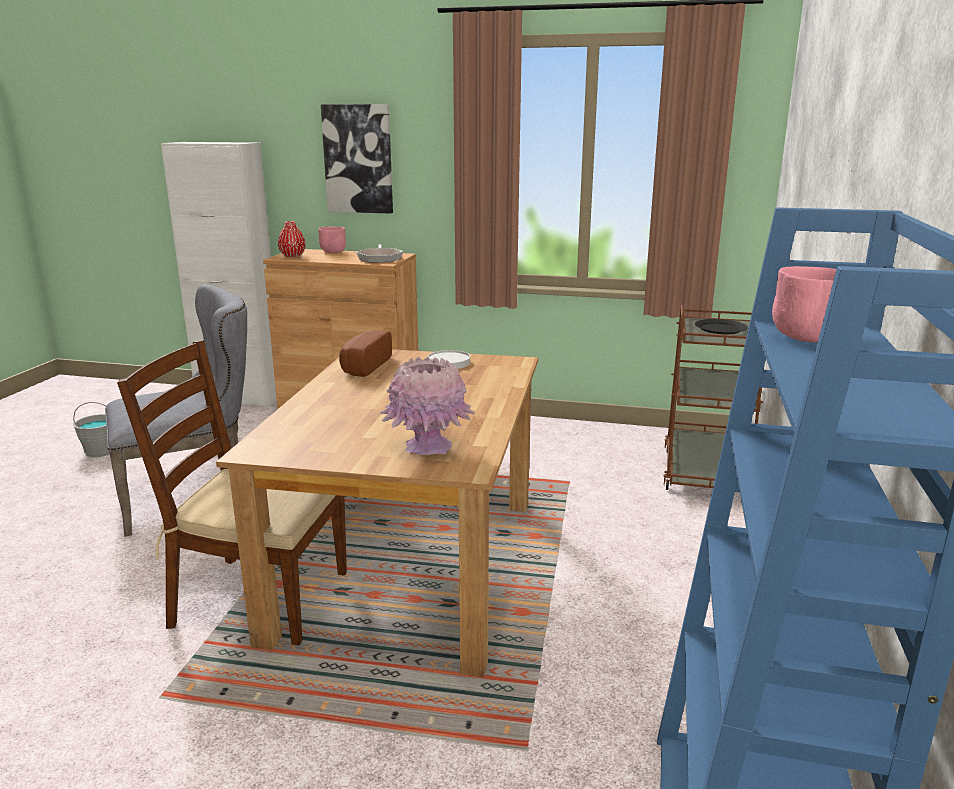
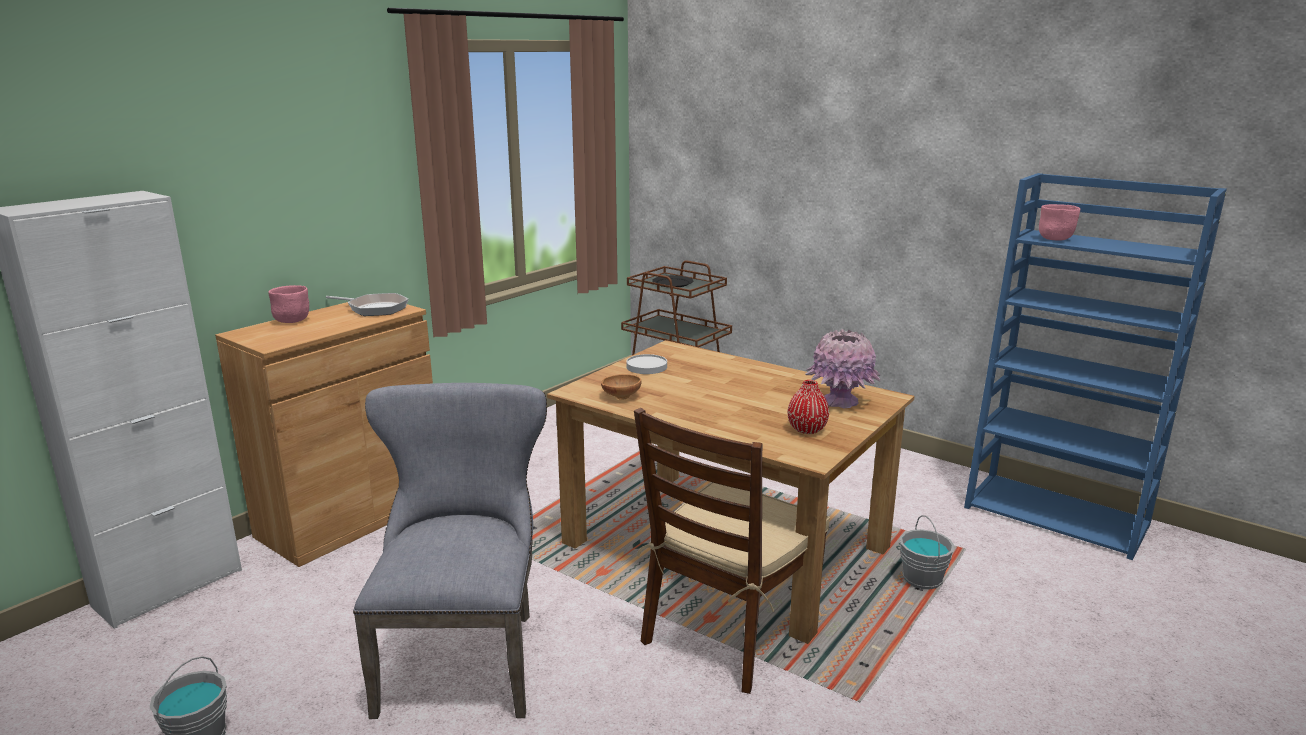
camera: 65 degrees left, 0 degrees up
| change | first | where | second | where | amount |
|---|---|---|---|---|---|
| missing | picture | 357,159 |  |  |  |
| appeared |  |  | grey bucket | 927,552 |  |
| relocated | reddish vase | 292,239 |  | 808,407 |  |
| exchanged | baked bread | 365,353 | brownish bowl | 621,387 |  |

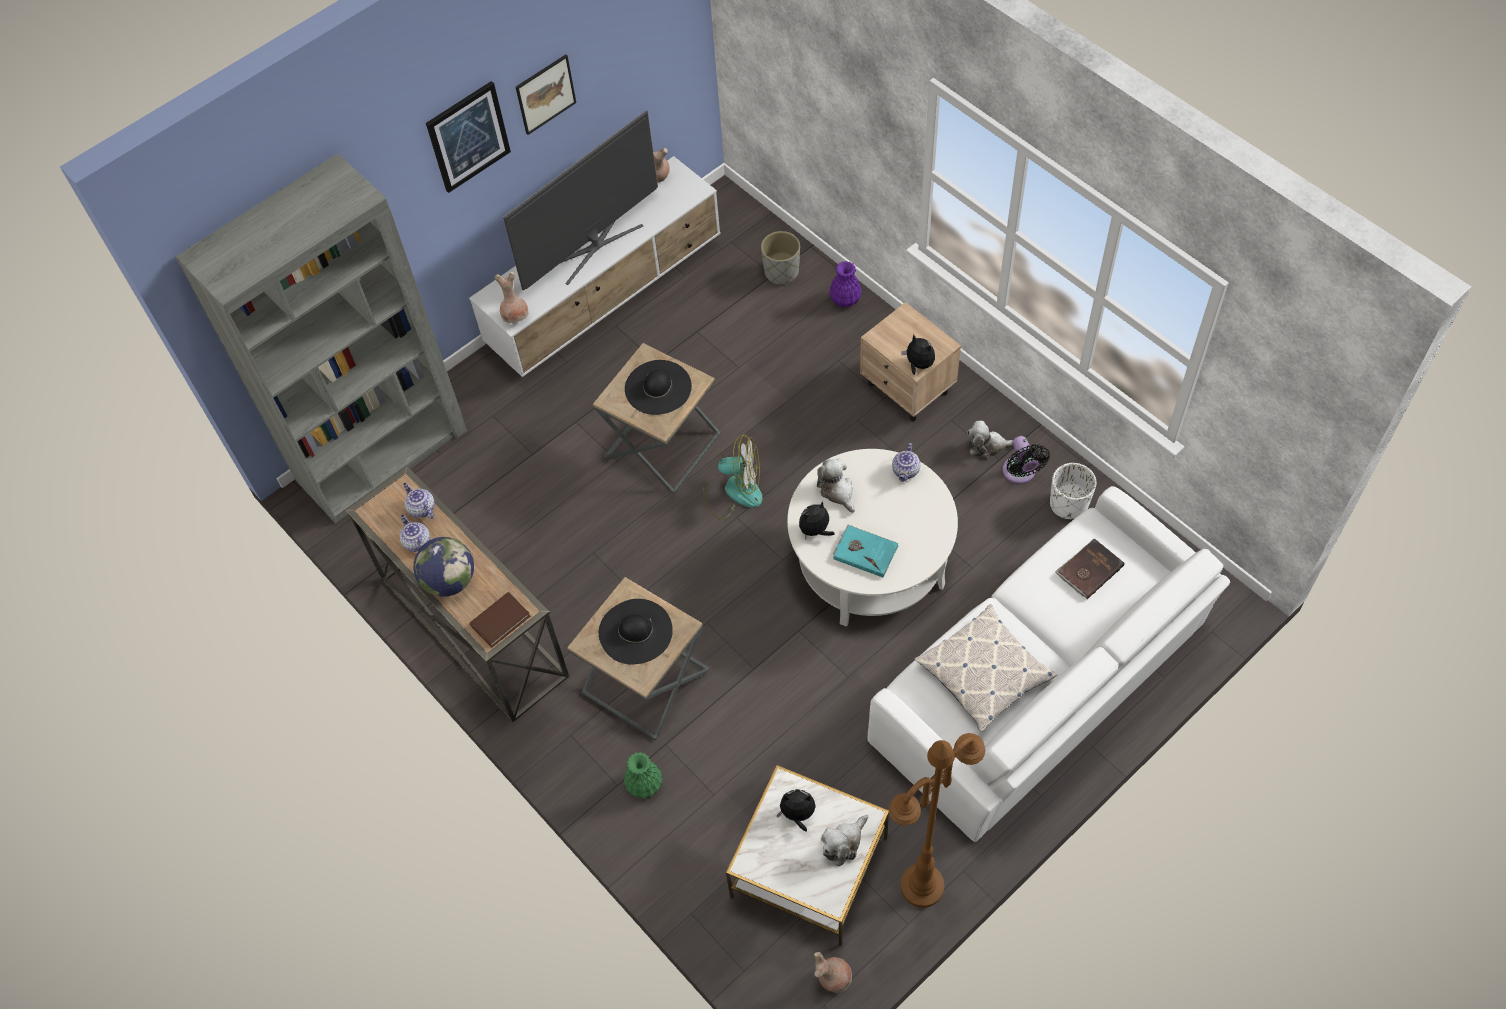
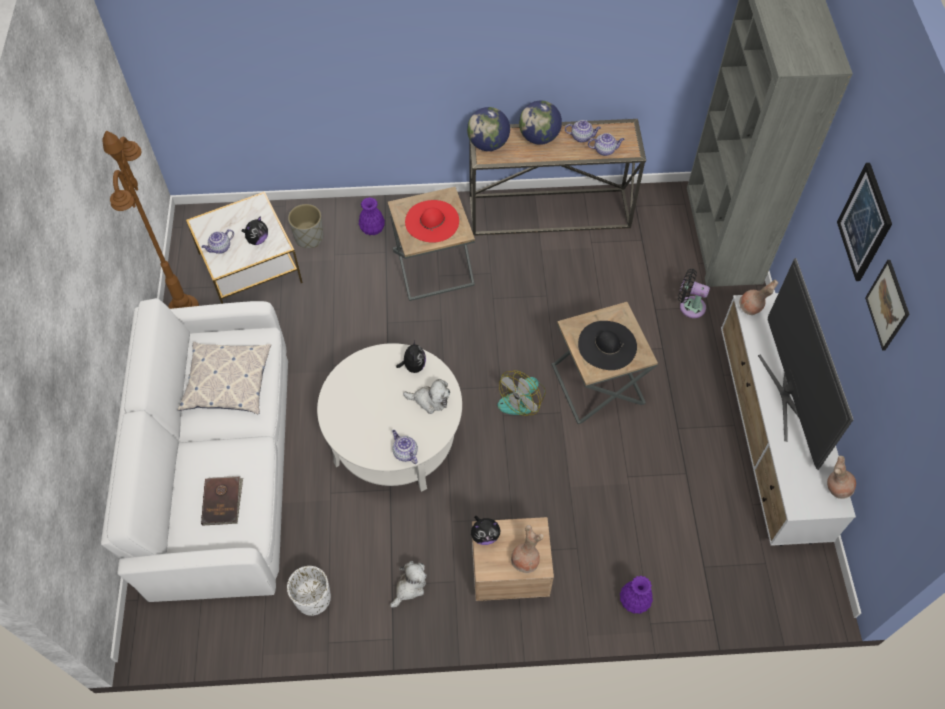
camera: 125 degrees right, 0 degrees up
| change | first | where | second | where | amount |
|---|---|---|---|---|---|
| missing | blue-green volume | 866,551 |  |  |  |
| relocated | grey flower pot | 780,258 |  | 305,226 |  |
| relocated | brownish vase | 833,972 |  | 527,549 |  |
| relocated | black-coloured fan | 1026,460 |  | 694,293 |  |
| exchanged | brownish volume | 499,620 | globe | 488,129 |  |
| exchanged | cuddly toy | 844,840 | tea pot | 218,241 |  |
| colour | black-coloured hat | 636,631 | reddish hat | 432,221 |  |
| colour | greenish vase | 643,775 | purple-coloured vase | 372,216 |  |

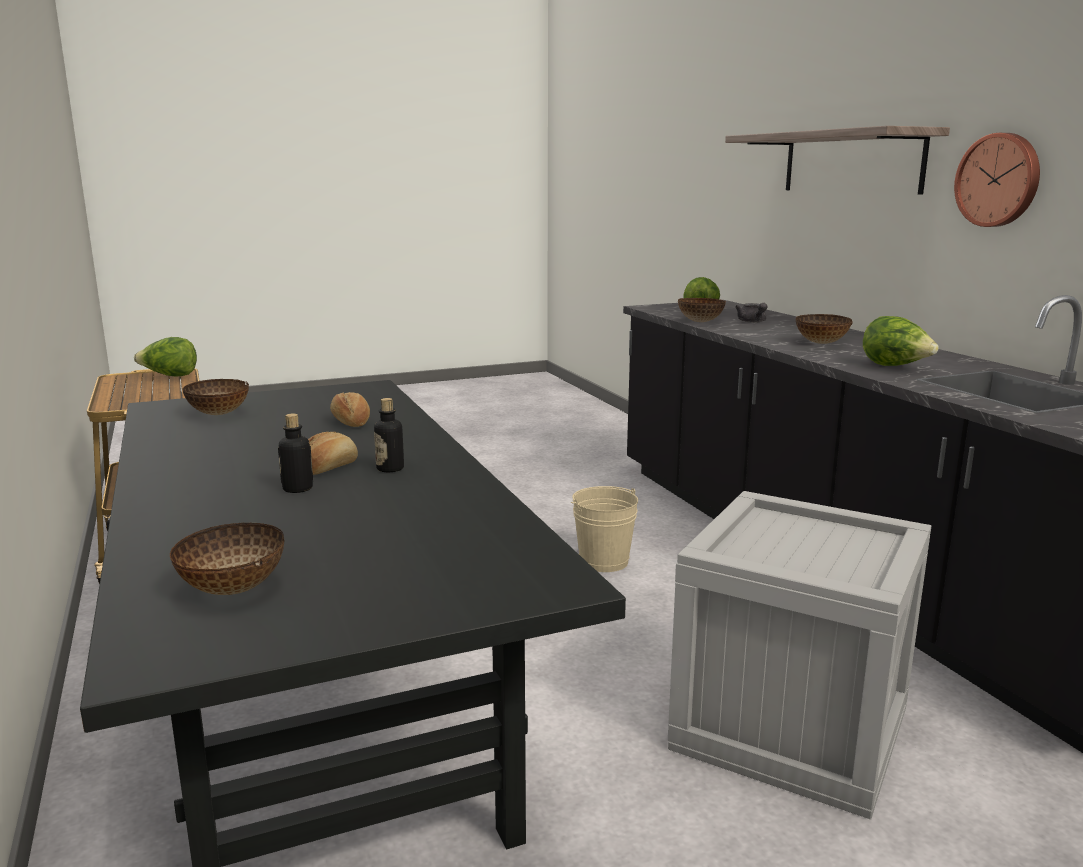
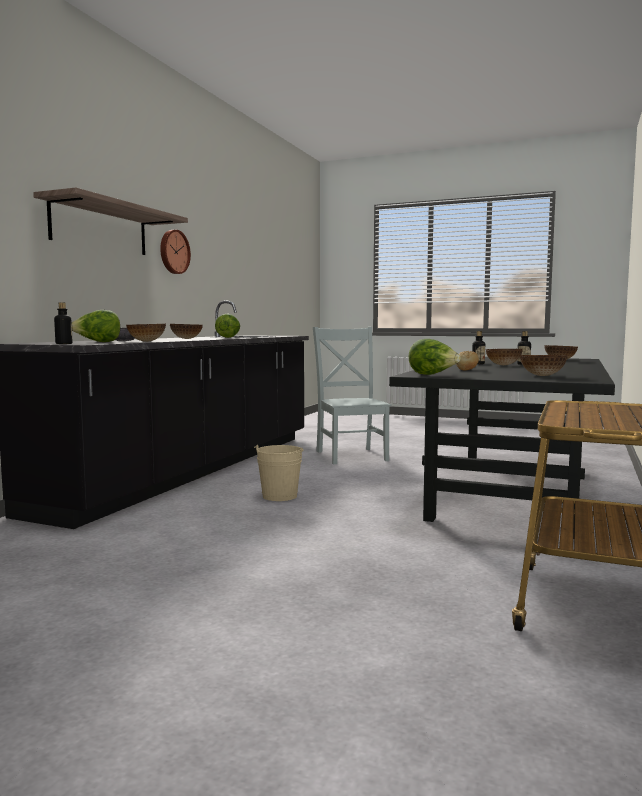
camera: 135 degrees left, 10 degrees down
| change | first | where | second | where | amount |
|---|---|---|---|---|---|
| appeared |  |  | bottle | 63,323 |  |
| relocated | lettuce | 165,357 |  | 435,357 |  |
| exchanged | baked bread | 333,453 | bowl | 504,357 |  |
| exchanged | packing crate | 800,655 | grey plain chair | 352,395 |  |

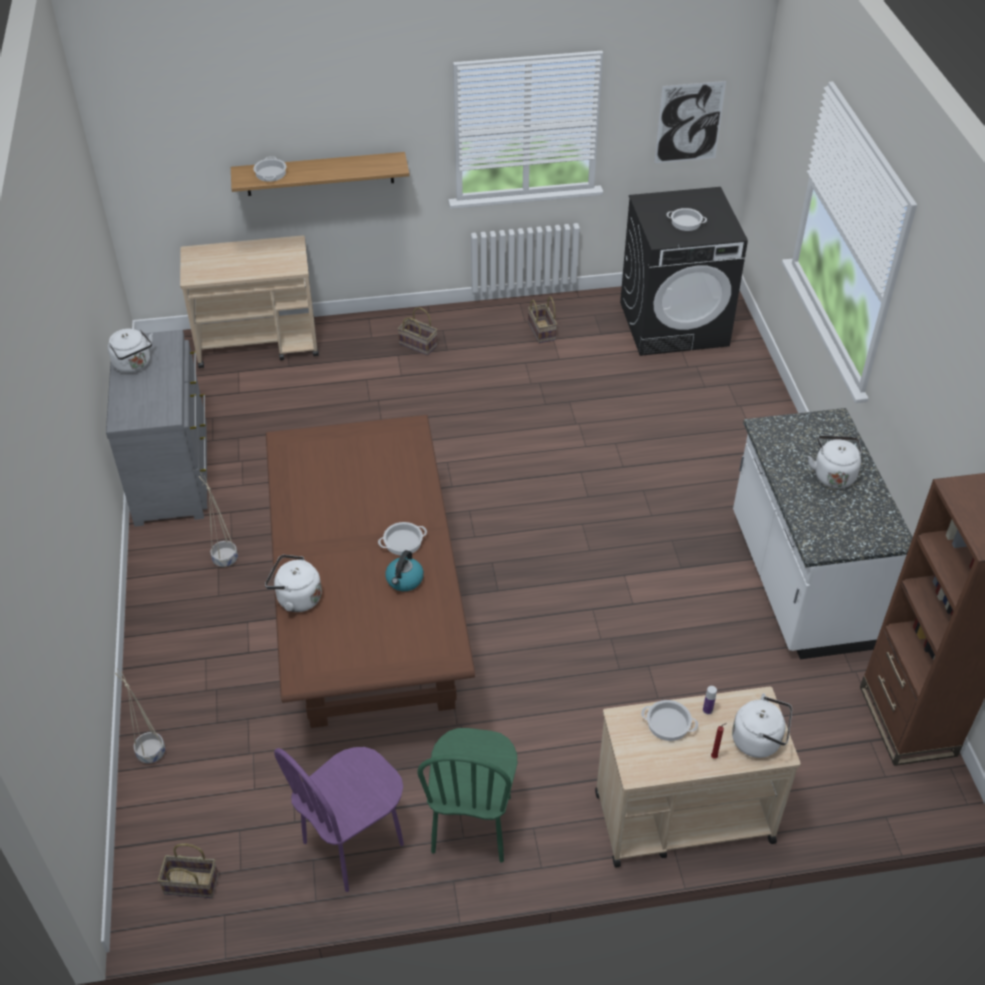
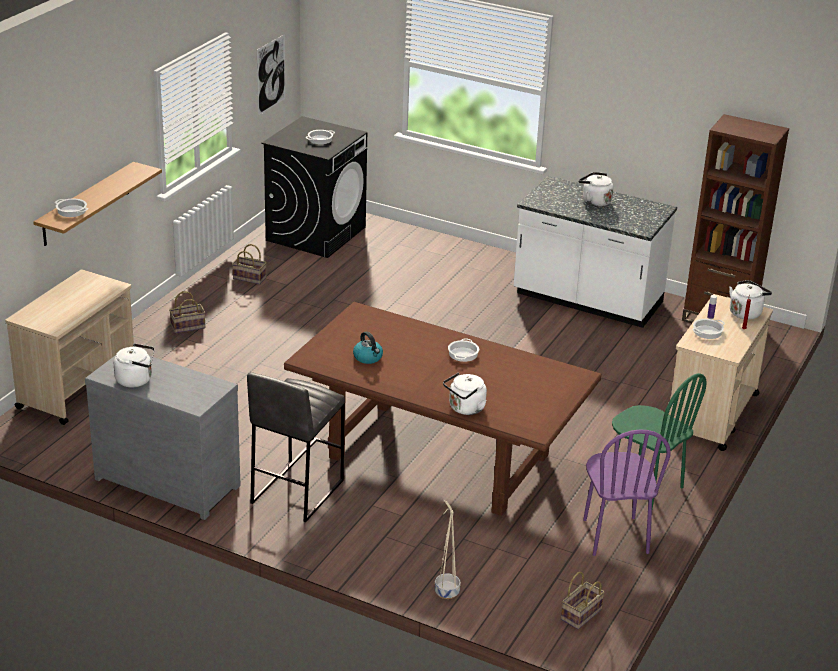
camera: 55 degrees left, 15 degrees down
| change | first | where | second | where | amount |
|---|---|---|---|---|---|
| relocated | tea kettle | 404,570 |  | 368,347 |  |
| exchanged | sand-coloured flower pot | 218,519 | grey stool seat | 296,447 |  |

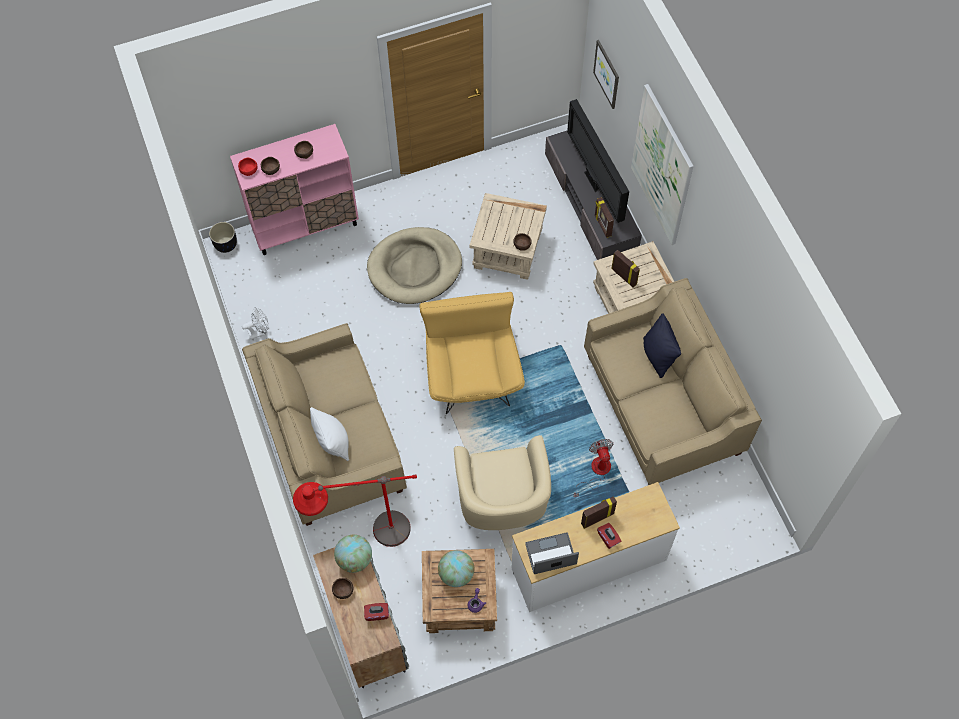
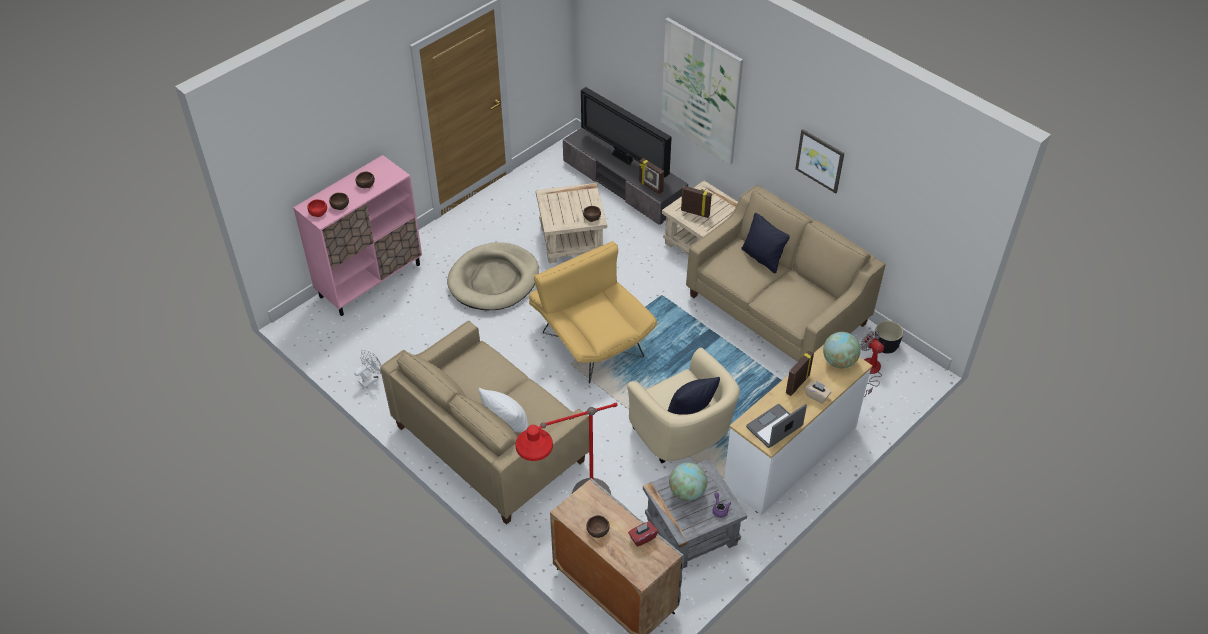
camera: 25 degrees left, 15 degrees down
| change | first | where | second | where | amount |
|---|---|---|---|---|---|
| appeared |  |  | black-coloured cushion | 694,396 |  |
| relocated | black-coloured flower pot | 223,237 |  | 888,337 |  |
| relocated | globe | 353,554 |  | 842,350 |  |
| relocated | fan | 594,468 |  | 872,364 |  |
| relocated | picture | 606,74 |  | 819,161 |  |
| colour | brownish side table | 459,591 | grey side table | 695,513 |  |
| colour | reddish tissue box | 609,536 | sand-coloured tissue box | 818,392 |  |

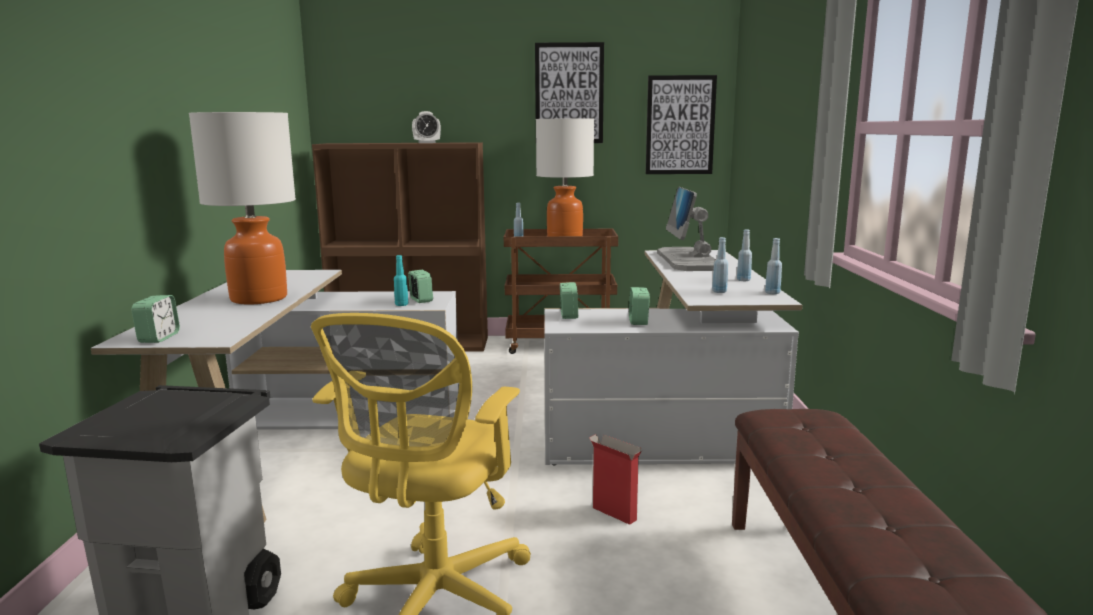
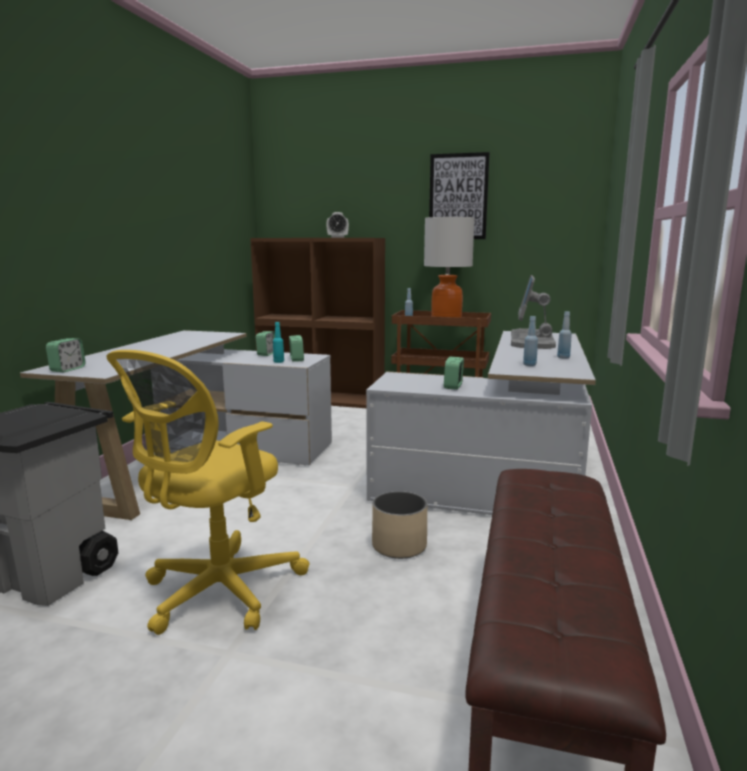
camera: 15 degrees right, 0 degrees up
| change | first | where | second | where | amount |
|---|---|---|---|---|---|
| missing | lamp for a table | 242,208 |  |  |  |
| missing | picture | 681,124 |  |  |  |
| missing | blue-coloured bottle | 773,266 |  |  |  |
| relocated | alarm clock | 569,300 |  | 265,343 |  |
| exchanged | packing box | 615,479 | sand-coloured flower pot | 399,525 |  |

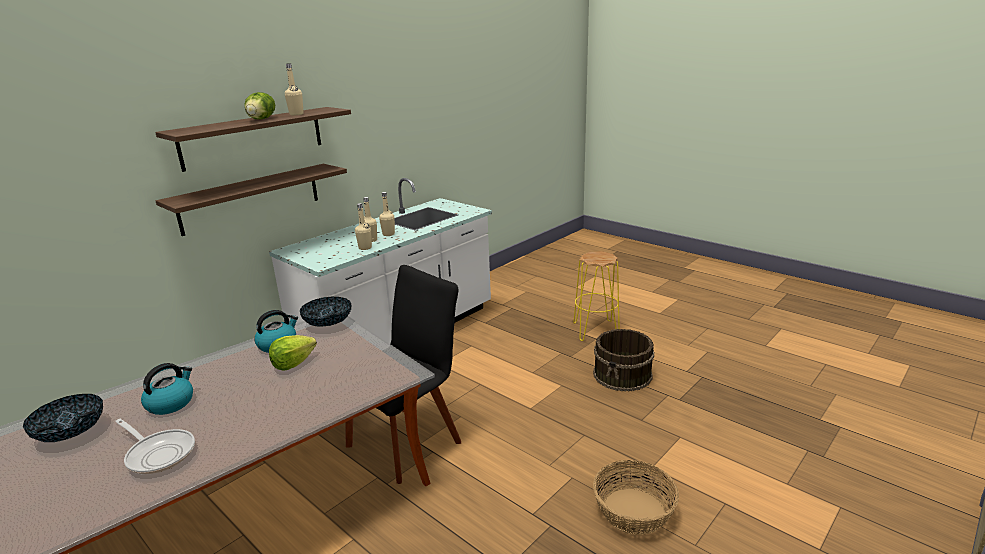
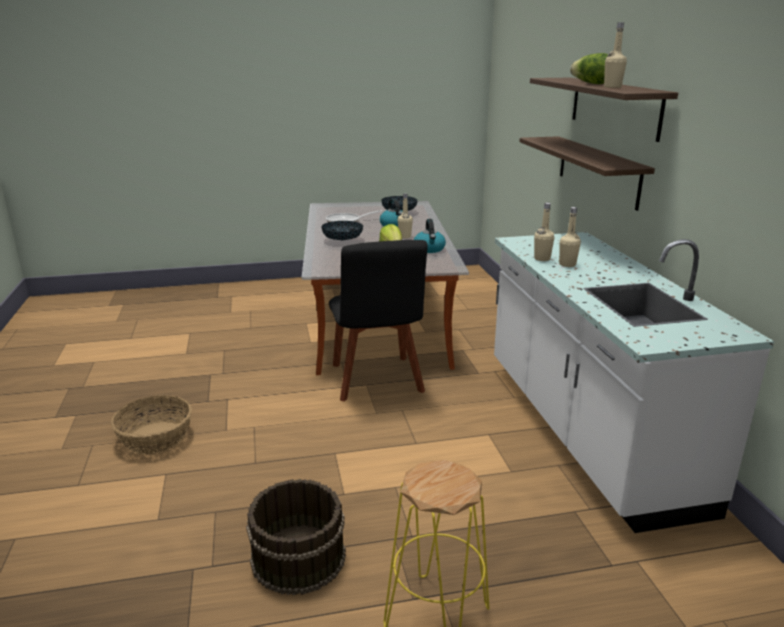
camera: 125 degrees right, 0 degrees up
| change | first | where | second | where | amount |
|---|---|---|---|---|---|
| relocated | bowl | 325,312 |  | 342,230 |  |
| relocated | sand-coloured bottle | 387,214 |  | 405,216 |  |

